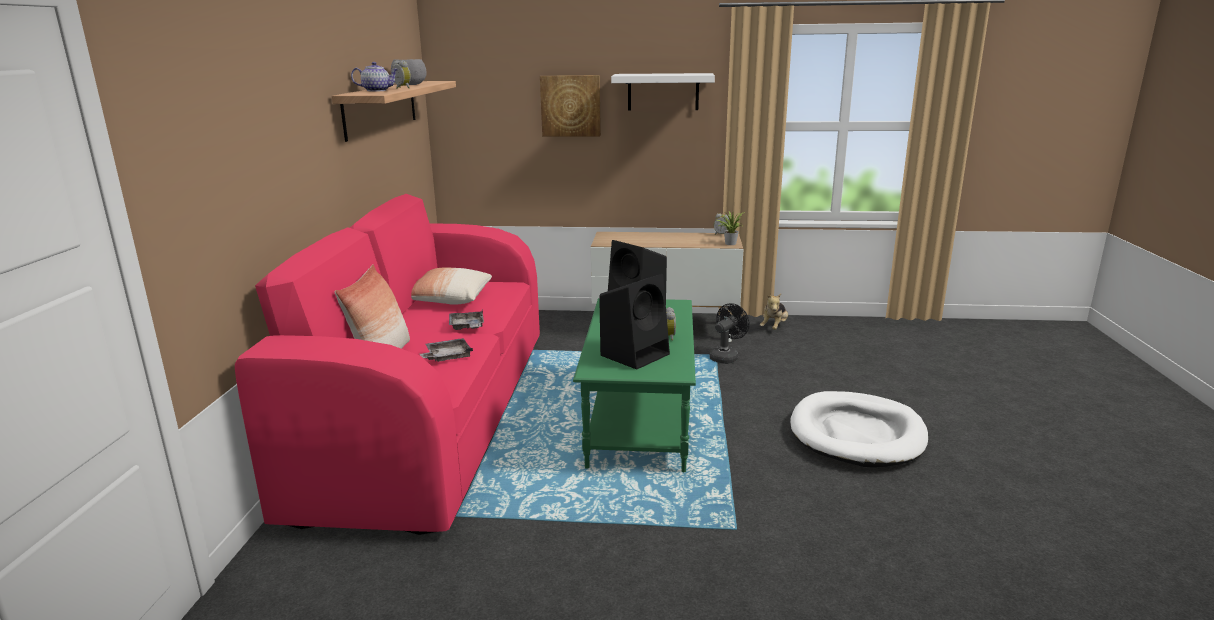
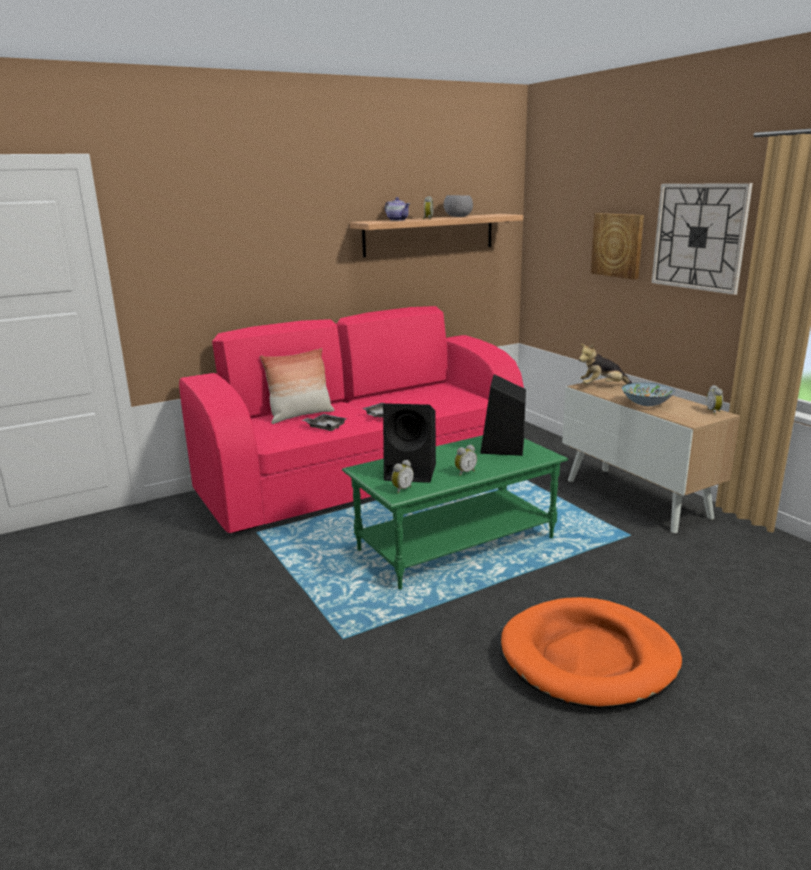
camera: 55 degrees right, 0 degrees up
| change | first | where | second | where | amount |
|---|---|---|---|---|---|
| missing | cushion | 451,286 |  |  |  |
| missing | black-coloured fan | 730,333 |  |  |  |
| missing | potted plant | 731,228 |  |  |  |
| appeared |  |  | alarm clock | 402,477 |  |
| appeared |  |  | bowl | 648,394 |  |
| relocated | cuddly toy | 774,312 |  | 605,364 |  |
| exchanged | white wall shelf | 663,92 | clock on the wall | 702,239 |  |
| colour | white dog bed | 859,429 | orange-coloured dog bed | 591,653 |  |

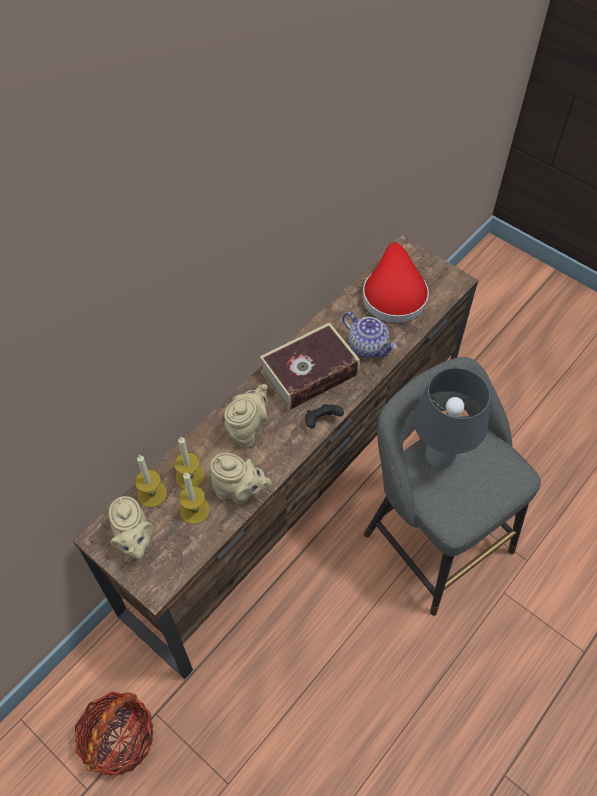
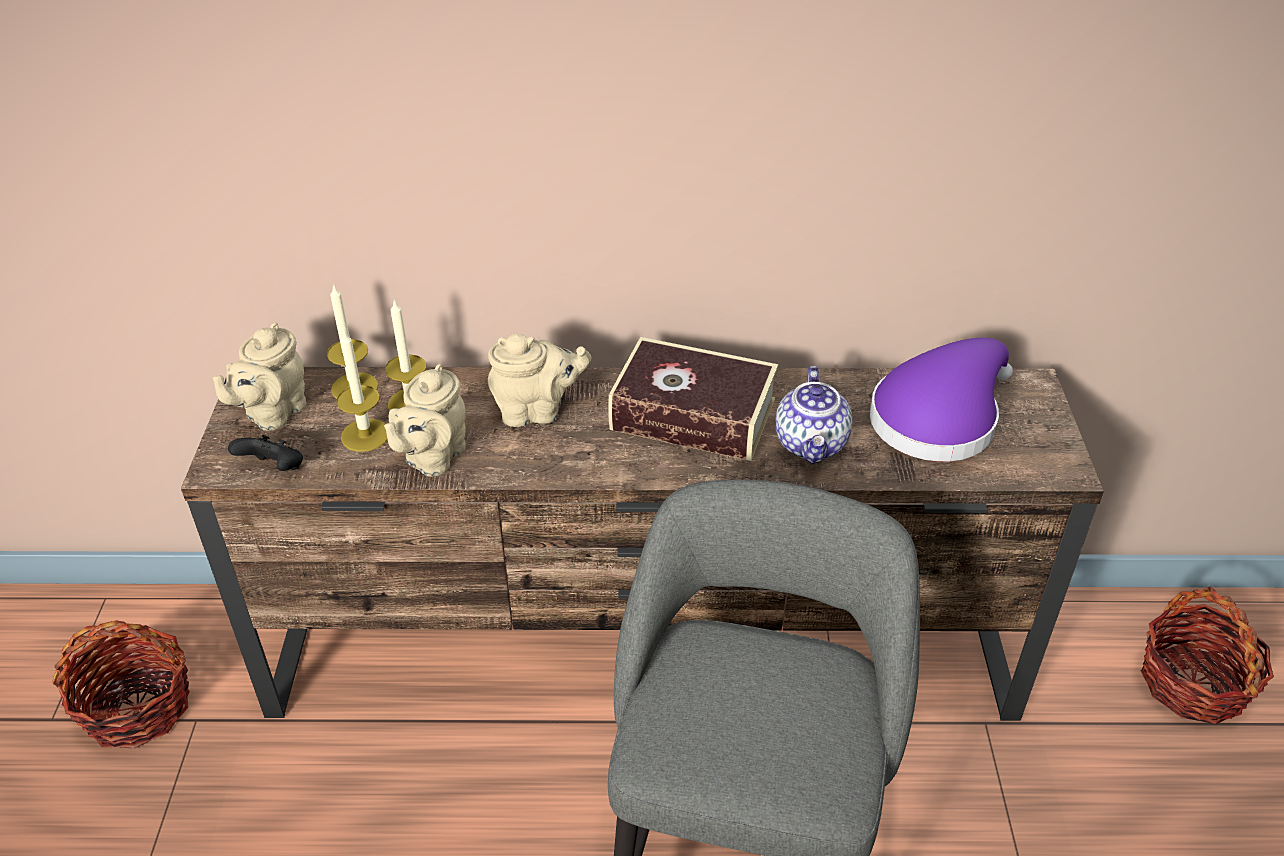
camera: 50 degrees right, 15 degrees down
| change | first | where | second | where | amount |
|---|---|---|---|---|---|
| missing | grey lamp for a table | 451,418 |  |  |  |
| appeared |  |  | storage basket | 1207,655 |  |
| relocated | black-coloured gamepad | 324,416 |  | 265,453 |  |
| colour | reddish hat | 396,282 | purple-coloured hat | 941,400 |  |
| spun | sand-coloured tea pot | 241,479 |  | 425,420 | 45 degrees clockwise |

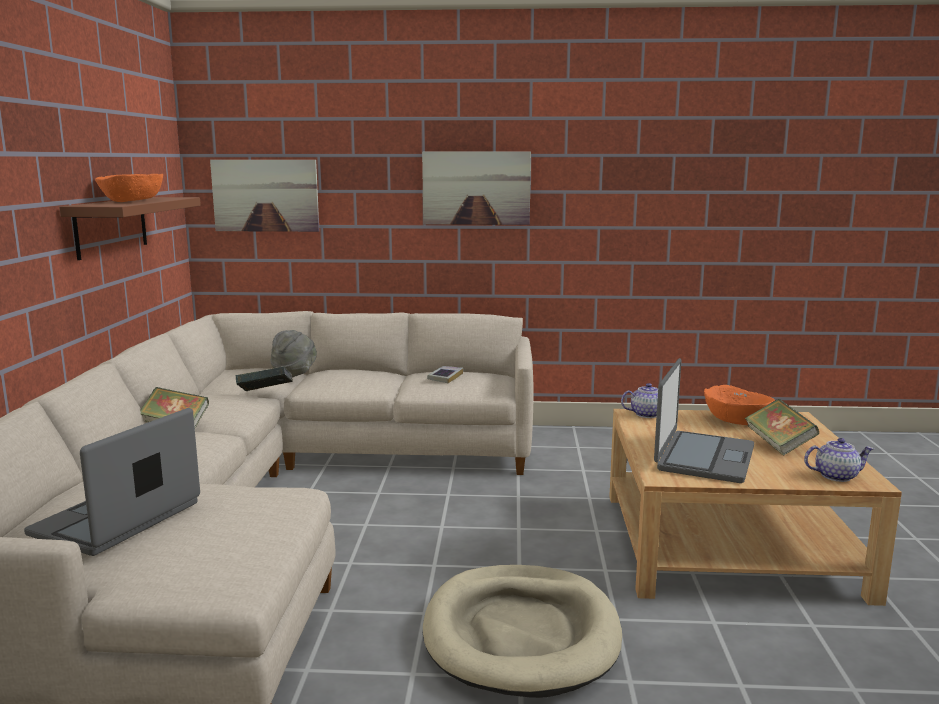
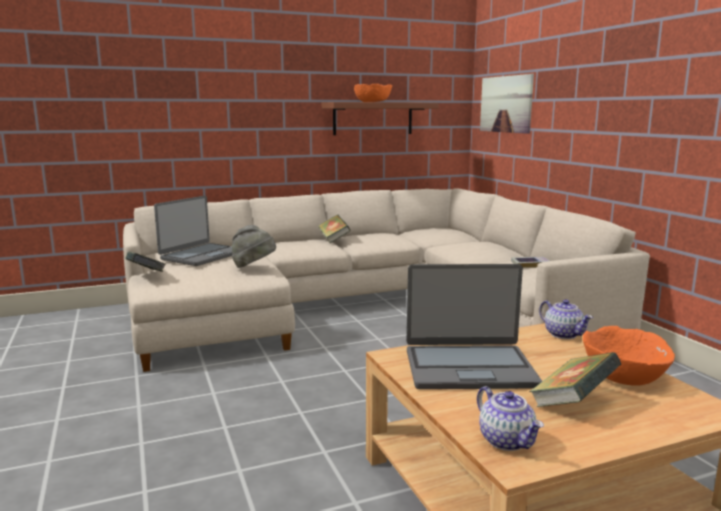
camera: 65 degrees right, 0 degrees up
| change | first | where | second | where | amount |
|---|---|---|---|---|---|
| missing | picture | 476,188 |  |  |  |
| missing | sand-coloured dog bed | 522,631 |  |  |  |
| relocated | volume | 264,378 |  | 145,262 |  |
| relocated | grey hat | 294,354 |  | 254,246 |  |
| spun | notebook computer | 112,482 |  | 193,231 | 120 degrees clockwise |

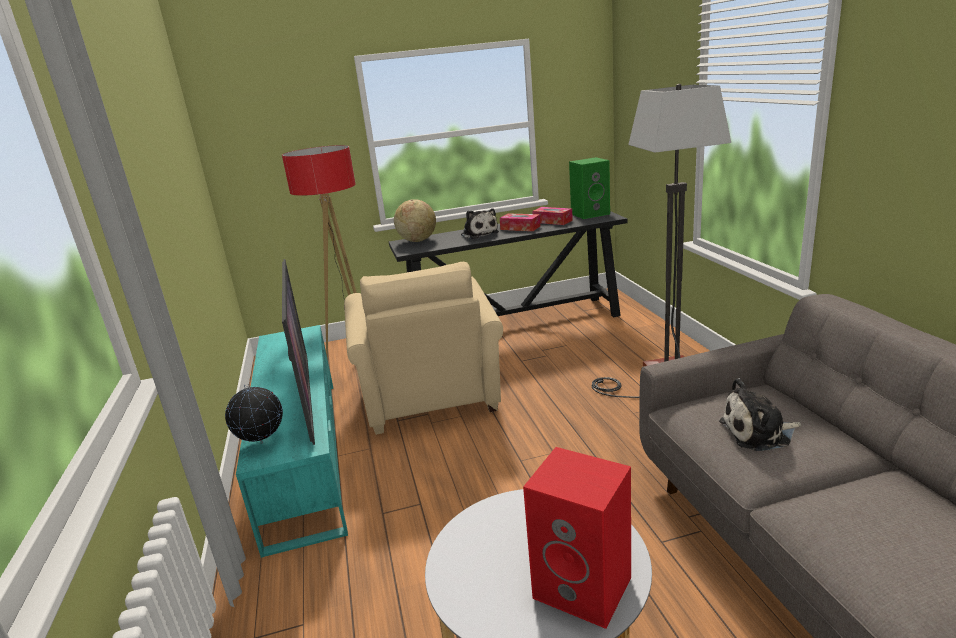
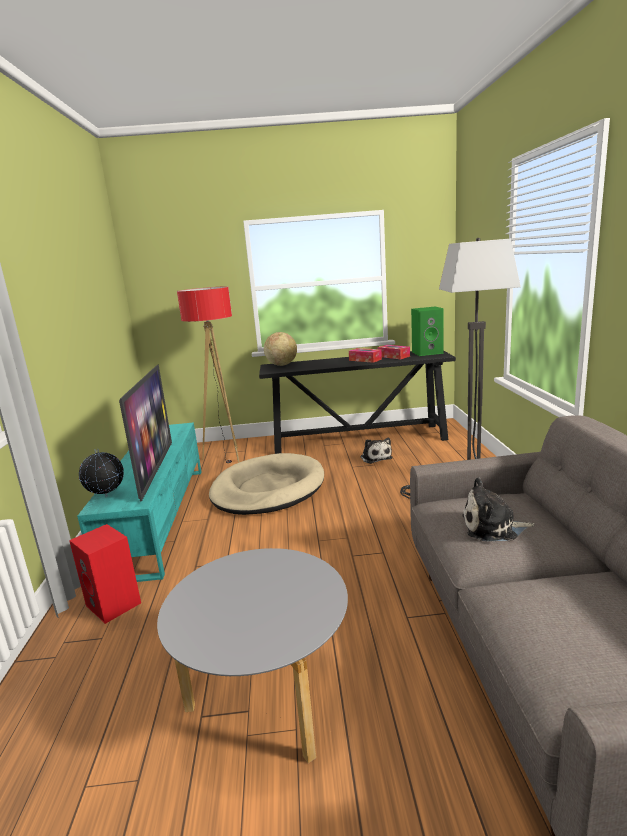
camera: 10 degrees right, 5 degrees down
| change | first | where | second | where | amount |
|---|---|---|---|---|---|
| relocated | cuddly toy | 480,223 |  | 376,451 |  |
| relocated | reddish loudspeaker | 577,538 |  | 105,574 |  |
| exchanged | sand-coloured lounge chair | 423,348 | sand-coloured dog bed | 266,484 |  |

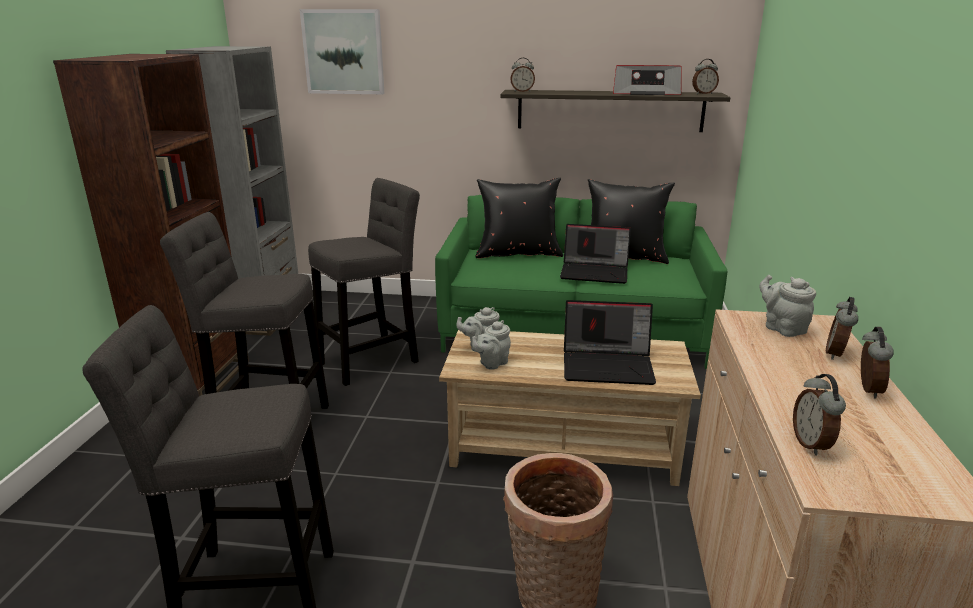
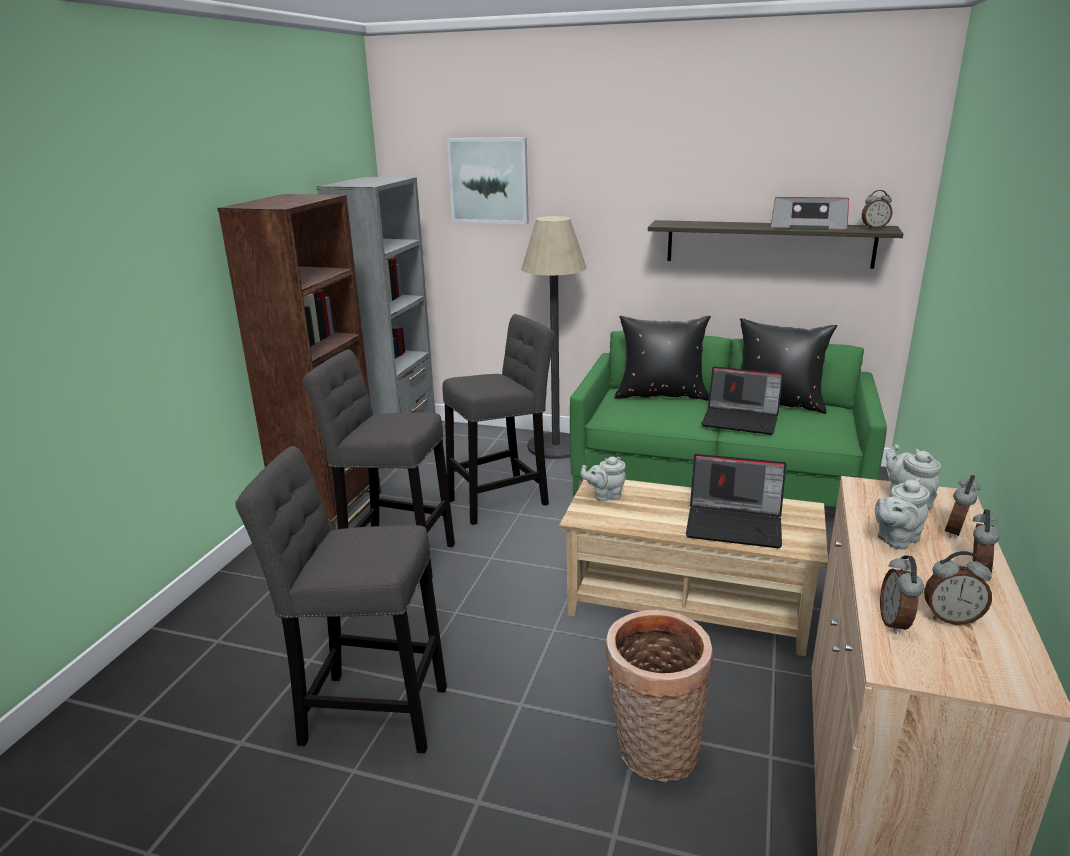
camera: 10 degrees right, 0 degrees up
| change | first | where | second | where | amount |
|---|---|---|---|---|---|
| appeared |  |  | standing lamp | 554,337 |  |
| relocated | grey tea pot | 491,345 |  | 902,513 |  |
| relocated | alarm clock | 522,75 |  | 958,588 |  |

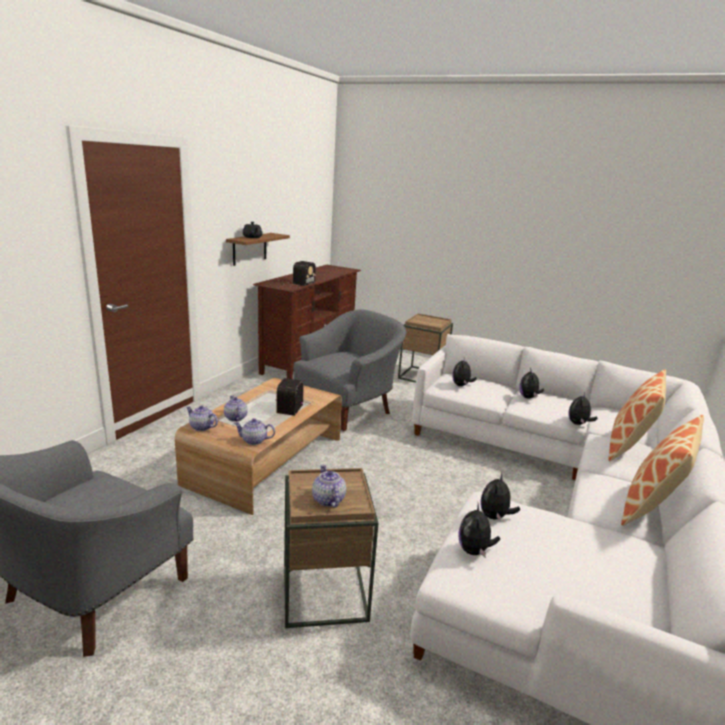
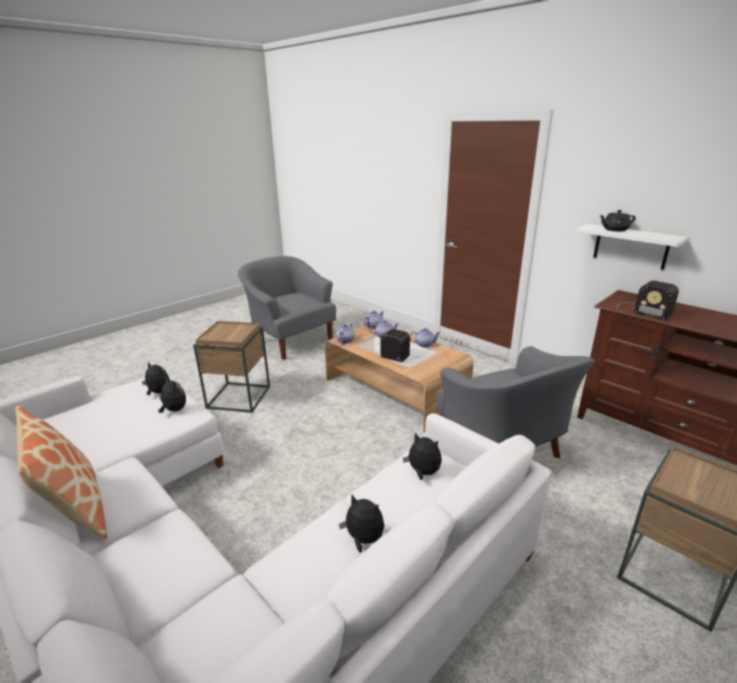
camera: 110 degrees right, 5 degrees up
| change | first | where | second | where | amount |
|---|---|---|---|---|---|
| missing | cuddly toy | 583,408 |  |  |  |
| missing | cushion | 637,415 |  |  |  |
| relocated | tea pot | 329,486 |  | 425,337 |  |
| colour | brownish wall shelf | 258,249 | white wall shelf | 631,247 |  |

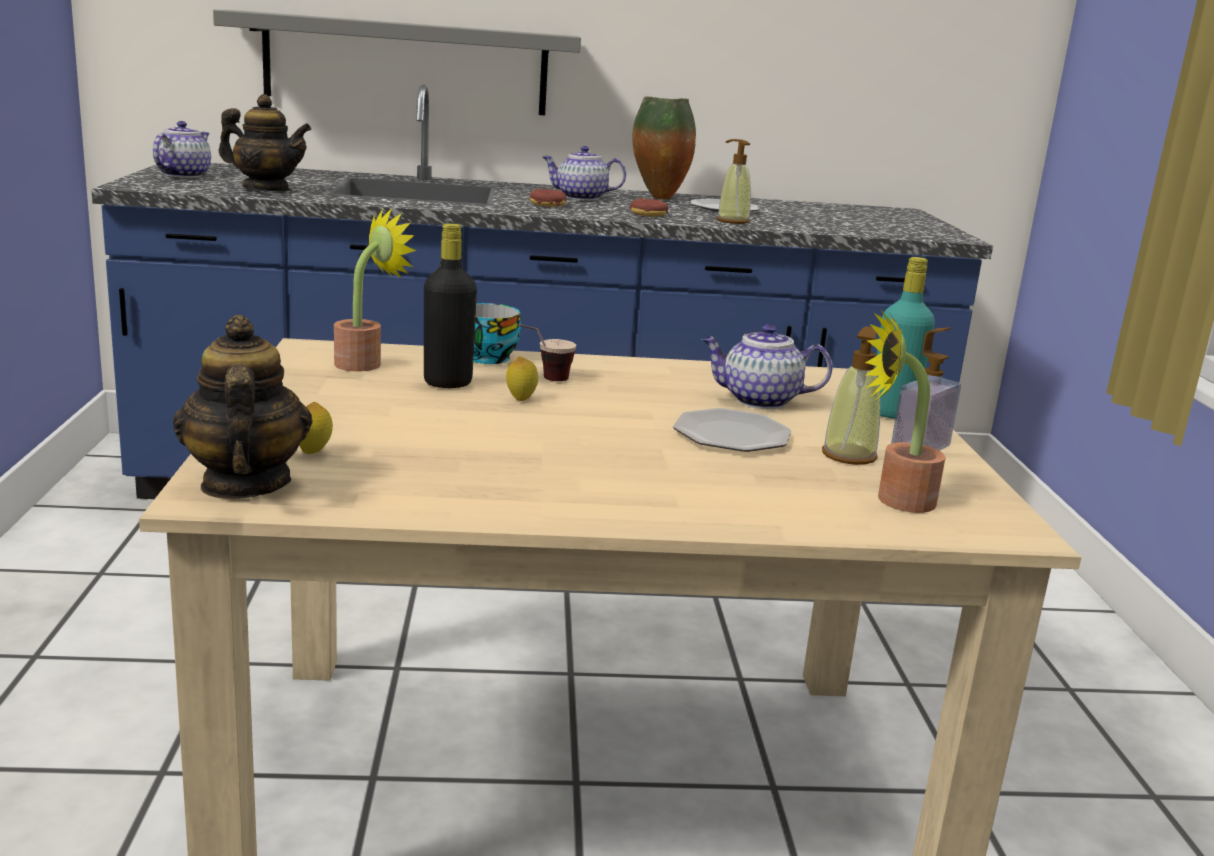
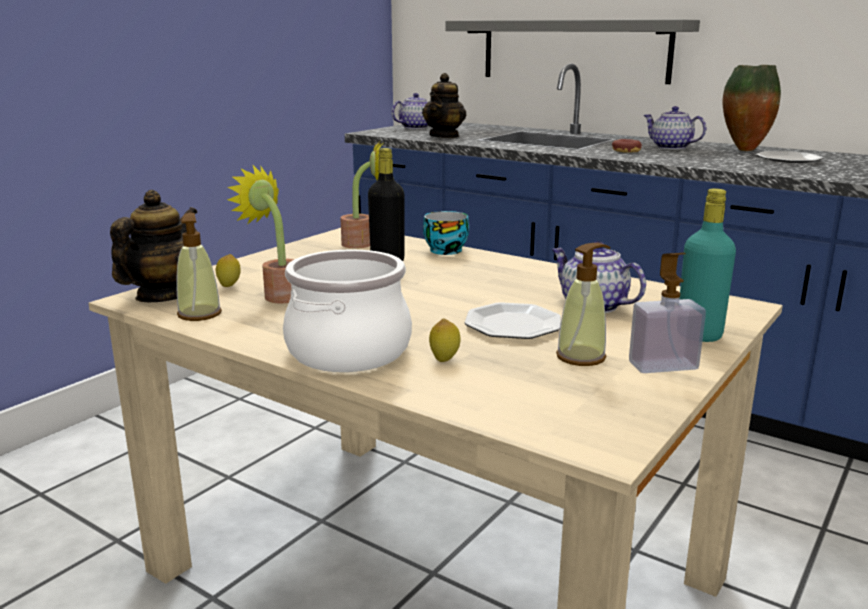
camera: 40 degrees right, 0 degrees up
| change | first | where | second | where | amount |
|---|---|---|---|---|---|
| missing | small cup | 547,352 |  |  |  |
| missing | donut | 649,207 |  |  |  |
| appeared |  |  | stockpot | 347,310 |  |
| relocated | whole lemon | 522,378 |  | 445,340 |  |
| relocated | liquid soap bottle | 734,181 |  | 199,267 |  |
| relocated | potted plant | 905,410 |  | 260,234 |  |
| spun | tea pot | 265,142 |  | 444,105 | 60 degrees clockwise |

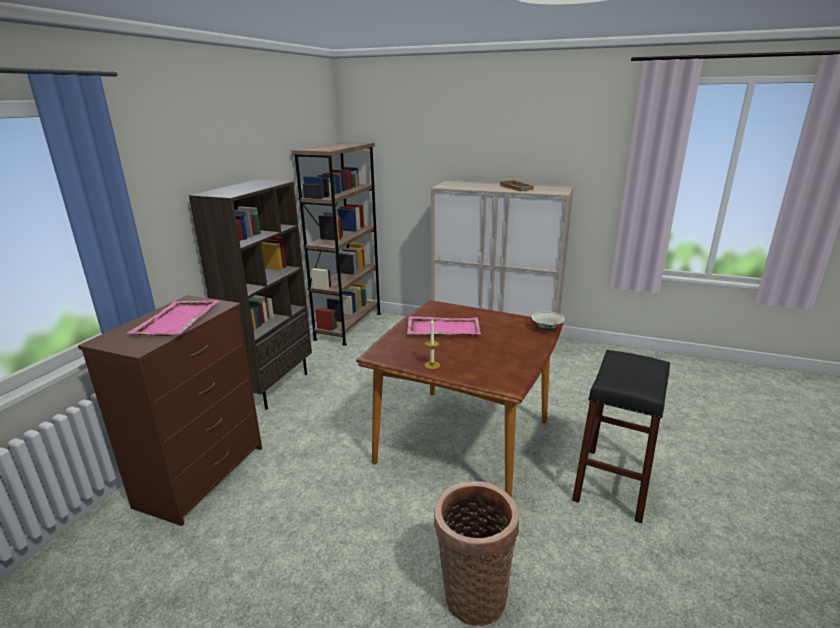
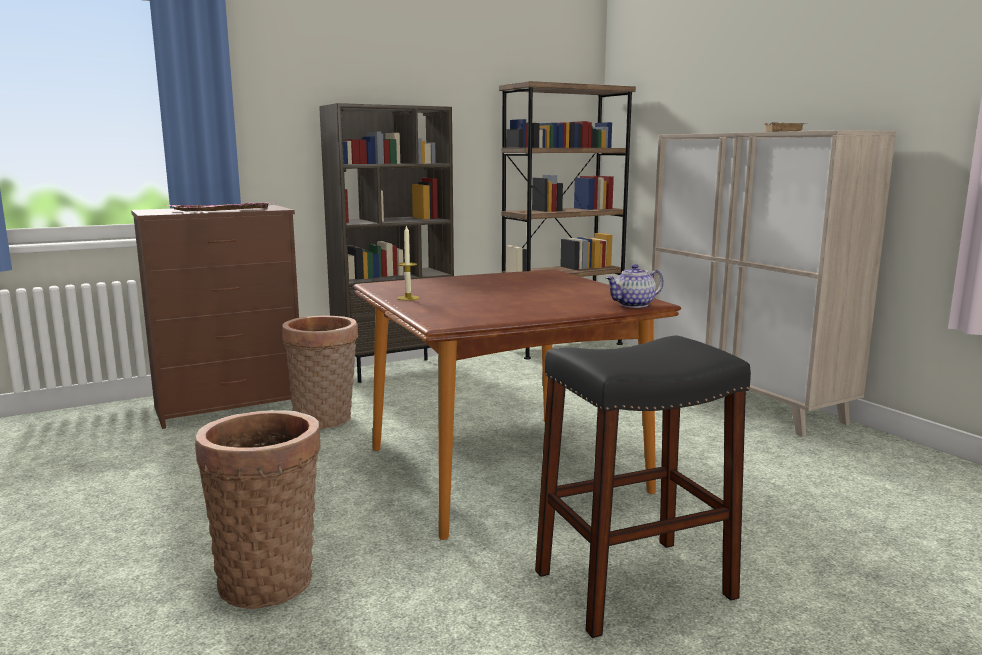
camera: 40 degrees right, 10 degrees down
| change | first | where | second | where | amount |
|---|---|---|---|---|---|
| missing | pink serving tray | 444,325 |  |  |  |
| appeared |  |  | storage basket | 320,372 |  |
| exchanged | white bowl | 548,320 | tea pot | 634,286 |  |

